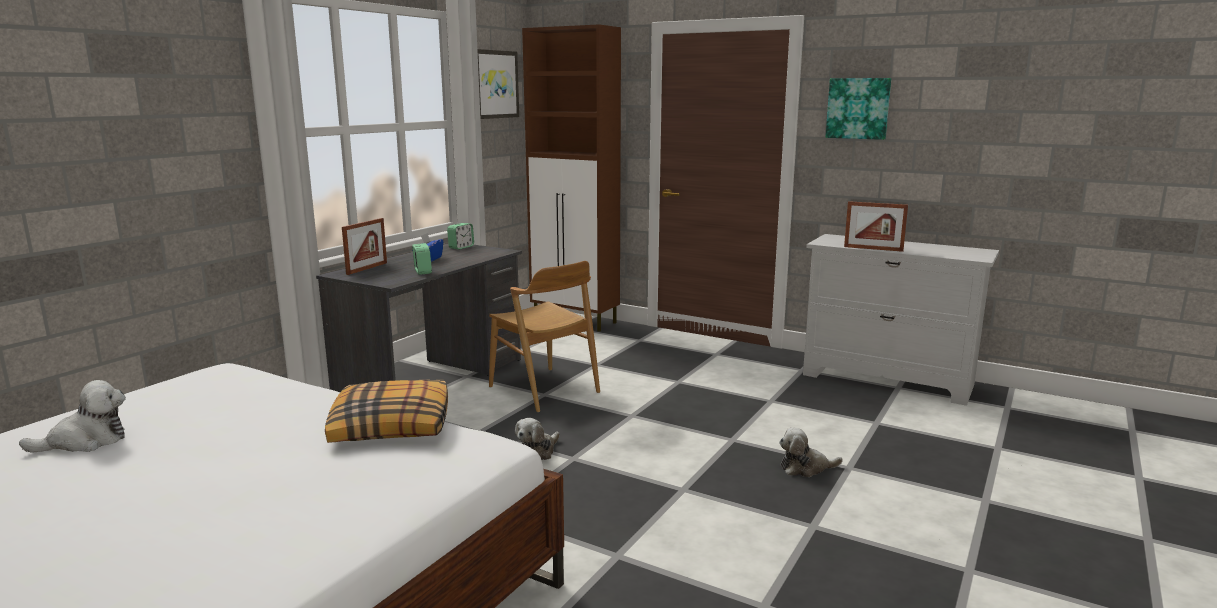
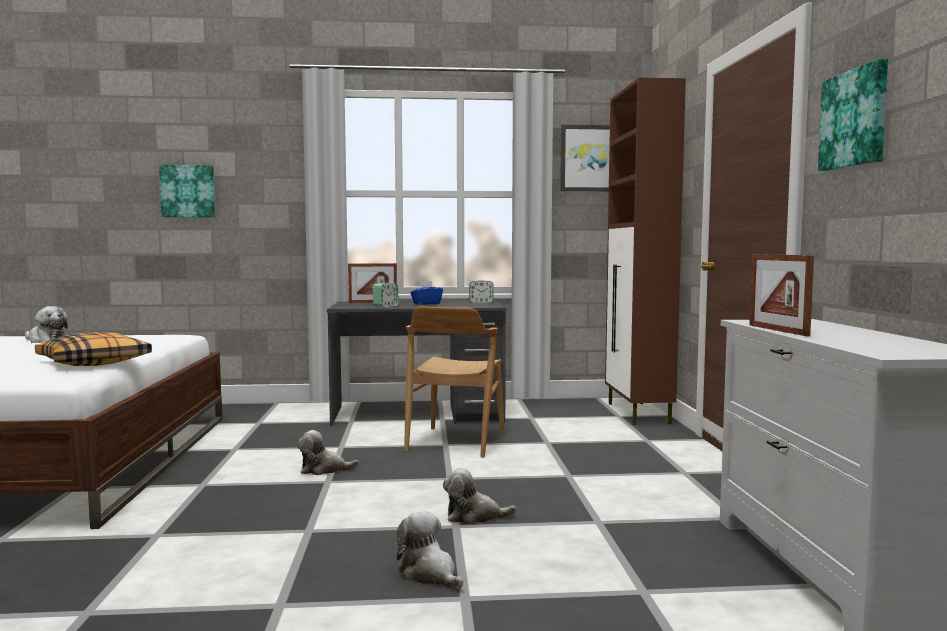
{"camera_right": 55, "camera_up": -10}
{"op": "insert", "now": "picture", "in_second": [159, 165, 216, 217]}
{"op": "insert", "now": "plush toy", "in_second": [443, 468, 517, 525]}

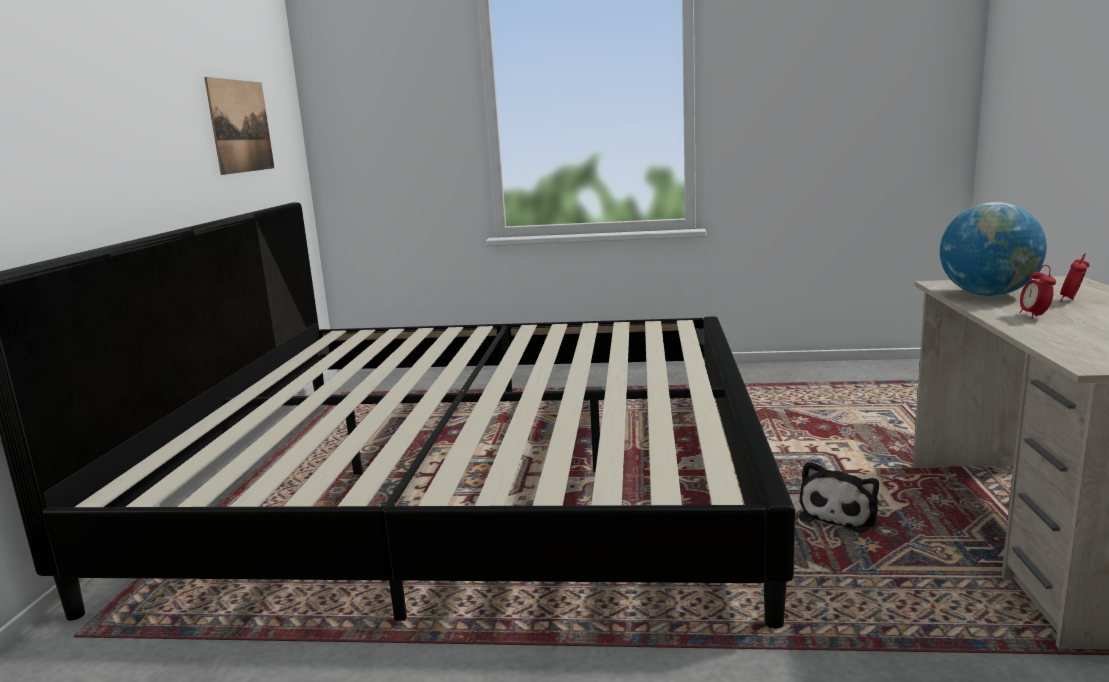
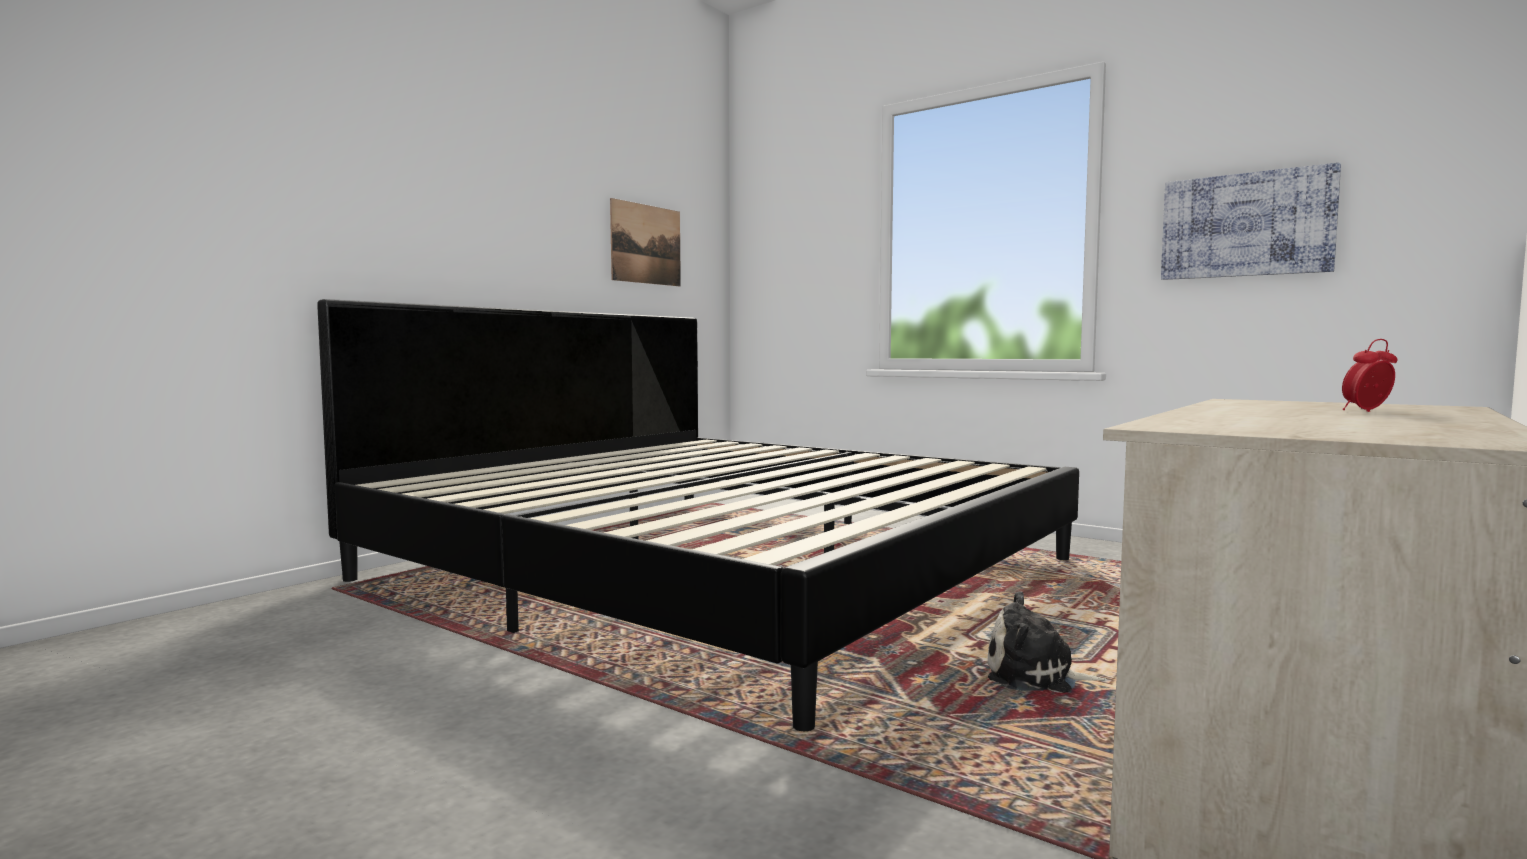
{"camera_right": 30, "camera_up": -10}
{"op": "rotate", "was": "plush toy", "in_first": [799, 461, 879, 532], "in_second": [988, 591, 1107, 693], "clockwise": 45}
{"op": "delete", "was": "globe", "in_first": [940, 202, 1047, 296]}
{"op": "delete", "was": "alarm clock", "in_first": [1019, 265, 1056, 319]}
{"op": "insert", "now": "picture", "in_second": [1161, 162, 1341, 280]}

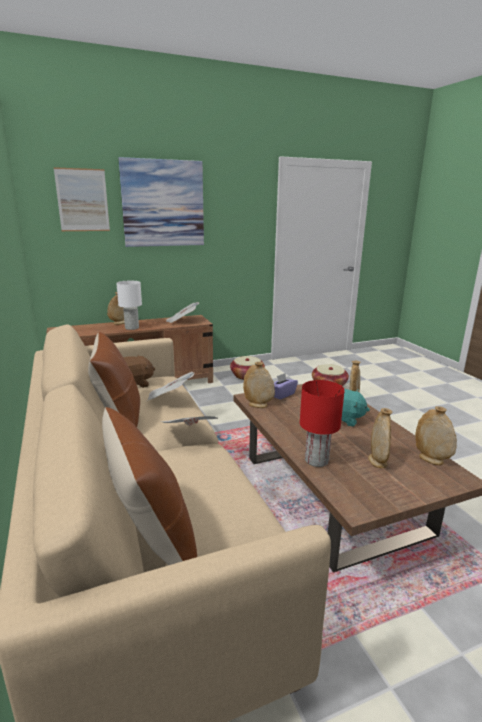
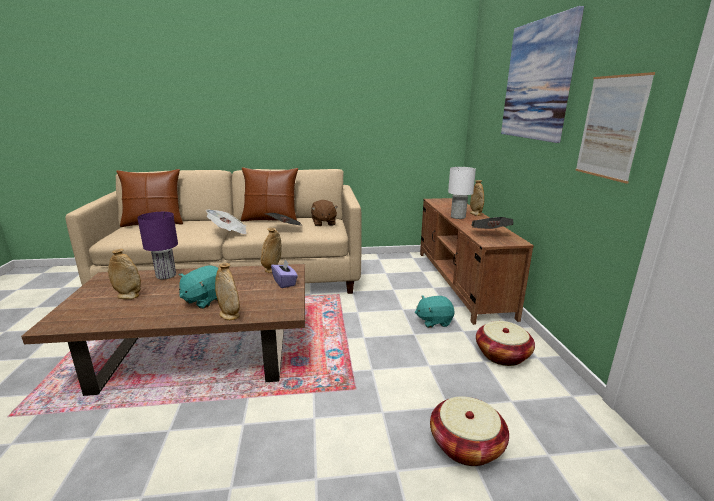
{"camera_right": 105, "camera_up": 0}
{"op": "move", "was": "picture", "in_first": [54, 167, 110, 231], "in_second": [575, 72, 655, 184]}
{"op": "recolor", "was": "red table lamp", "now": "purple table lamp", "in_first": [300, 380, 345, 467], "in_second": [137, 212, 178, 279]}
{"op": "delete", "was": "beige vase", "in_first": [415, 406, 457, 465]}
{"op": "insert", "now": "turquoise plush toy", "in_second": [415, 296, 455, 328]}

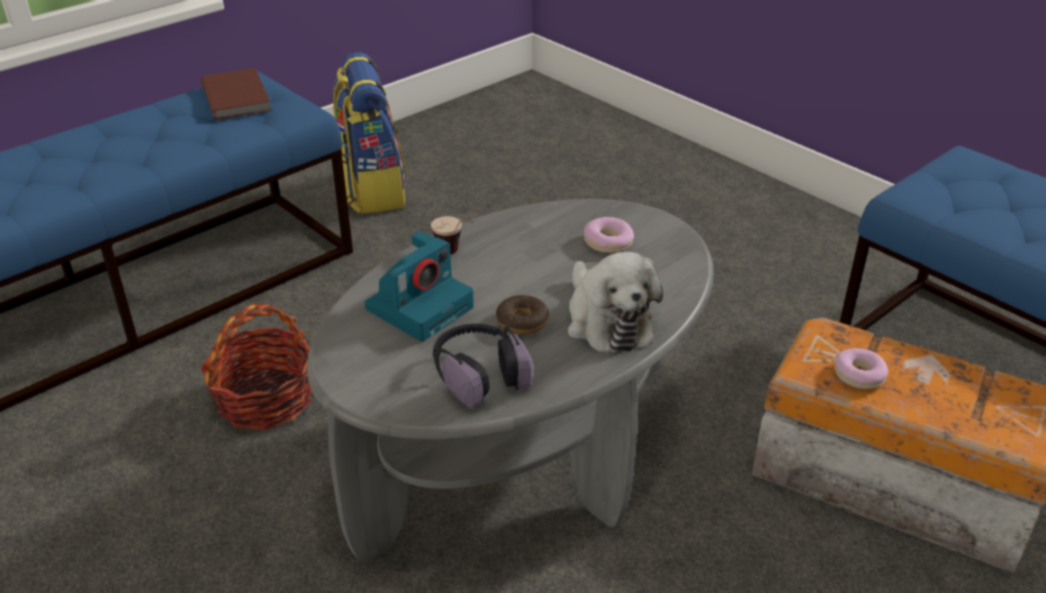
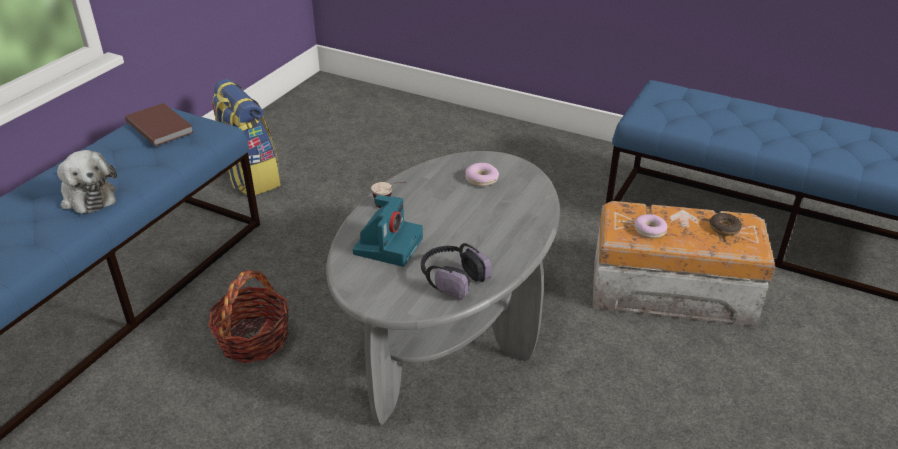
{"camera_right": -20, "camera_up": 0}
{"op": "move", "was": "donut", "in_first": [496, 295, 549, 335], "in_second": [710, 213, 742, 236]}
{"op": "move", "was": "plush toy", "in_first": [568, 252, 663, 354], "in_second": [57, 150, 117, 214]}

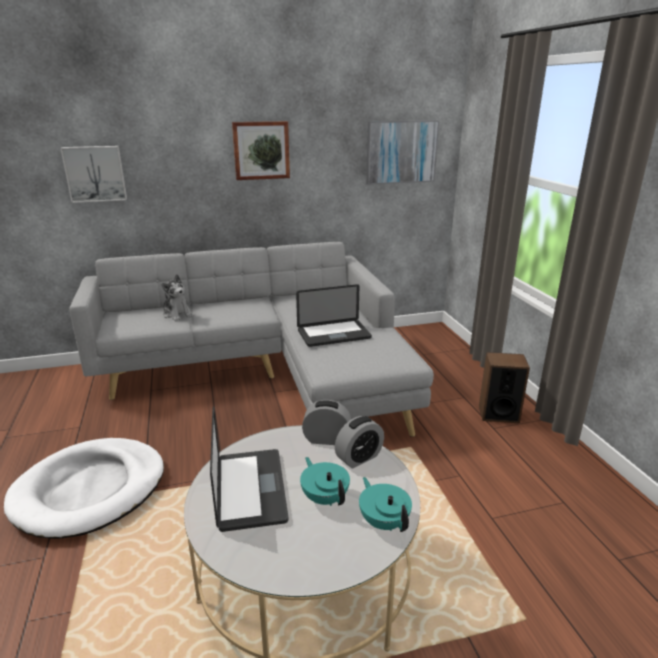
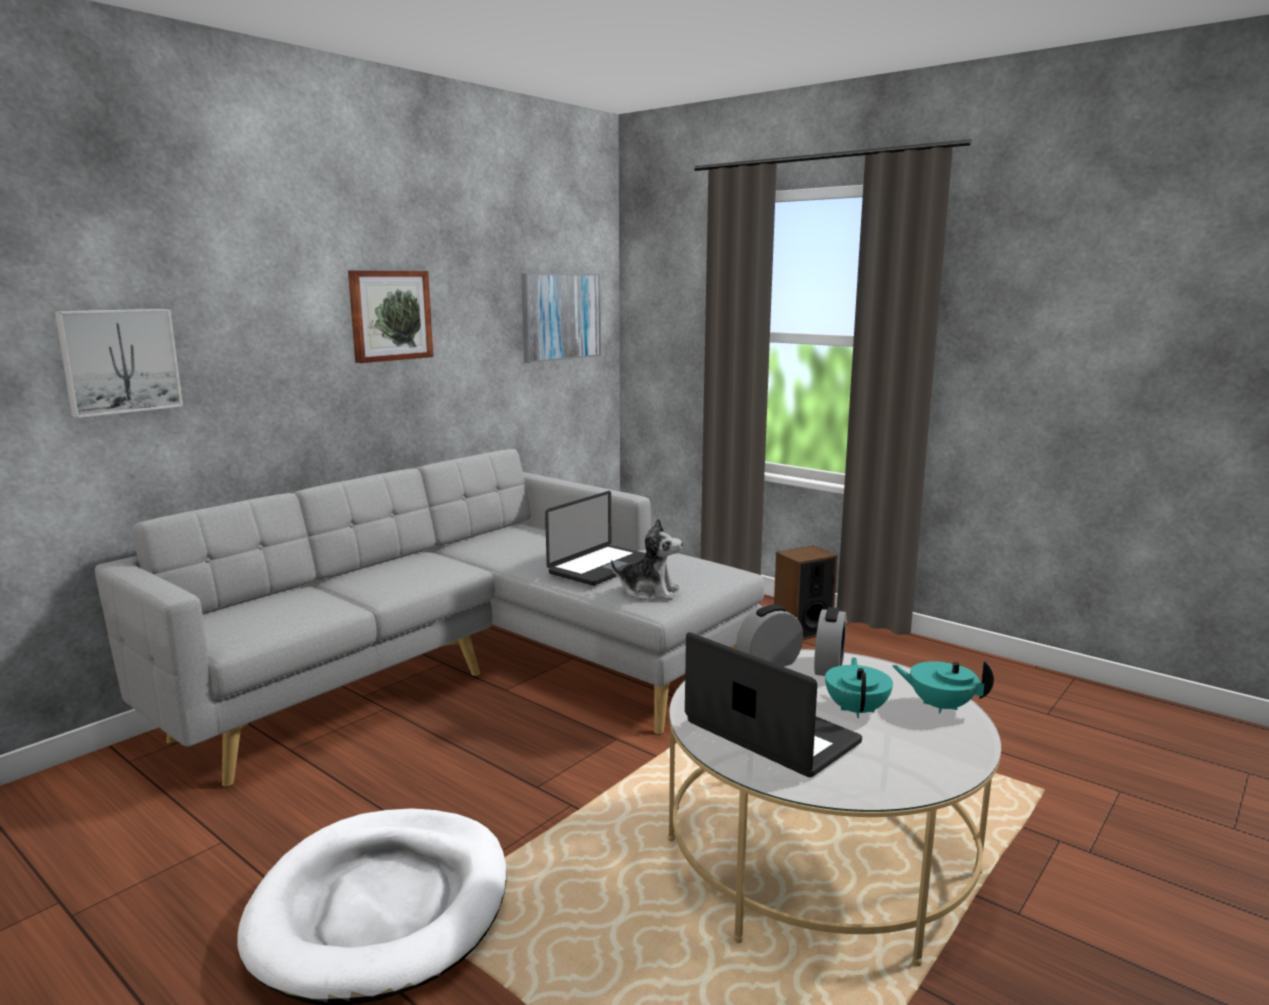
{"camera_right": -35, "camera_up": -10}
{"op": "move", "was": "plush toy", "in_first": [162, 274, 193, 321], "in_second": [611, 518, 683, 600]}
{"op": "rotate", "was": "turquoise teapot", "in_first": [300, 457, 350, 506], "in_second": [825, 657, 893, 718], "clockwise": 75}

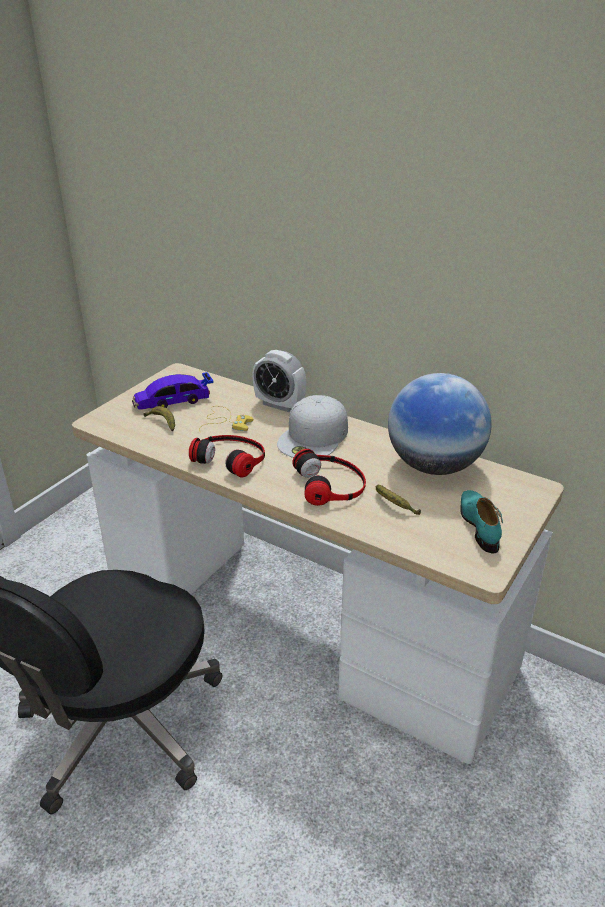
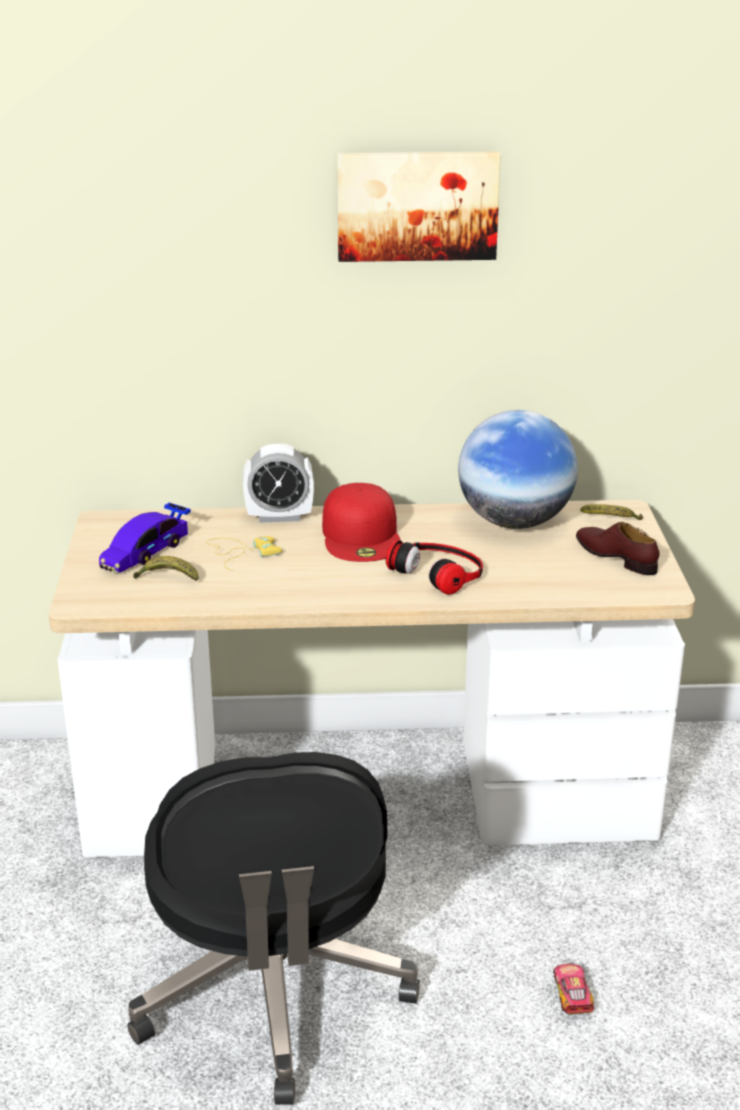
{"camera_right": -35, "camera_up": -5}
{"op": "delete", "was": "headphones", "in_first": [189, 435, 265, 477]}
{"op": "recolor", "was": "white cap", "now": "red cap", "in_first": [277, 395, 348, 458], "in_second": [322, 483, 401, 562]}
{"op": "move", "was": "banana", "in_first": [376, 485, 421, 515], "in_second": [580, 504, 643, 520]}
{"op": "recolor", "was": "turquoise shoe", "now": "brown shoe", "in_first": [460, 490, 503, 553], "in_second": [576, 522, 660, 575]}
{"op": "insert", "now": "picture", "in_second": [337, 152, 501, 262]}
{"op": "insert", "now": "toy car", "in_second": [553, 964, 594, 1014]}

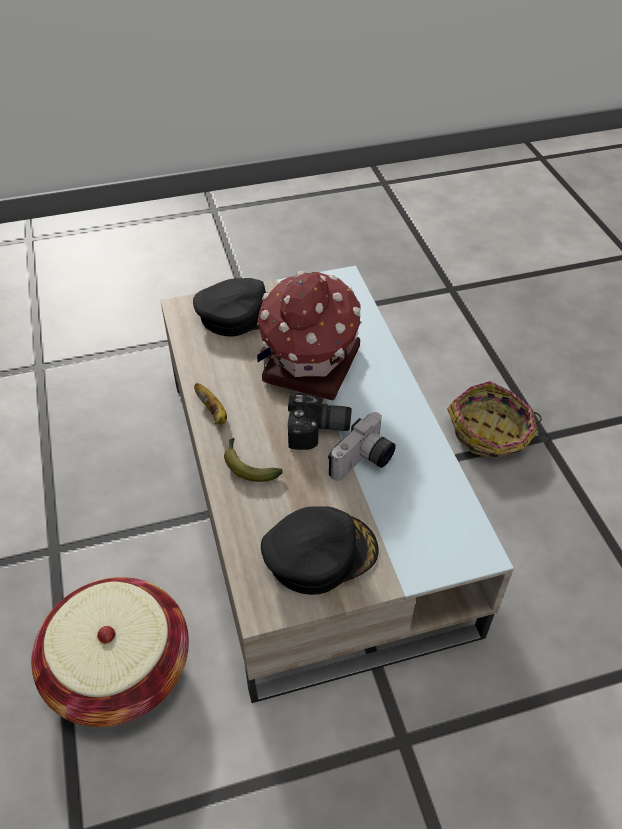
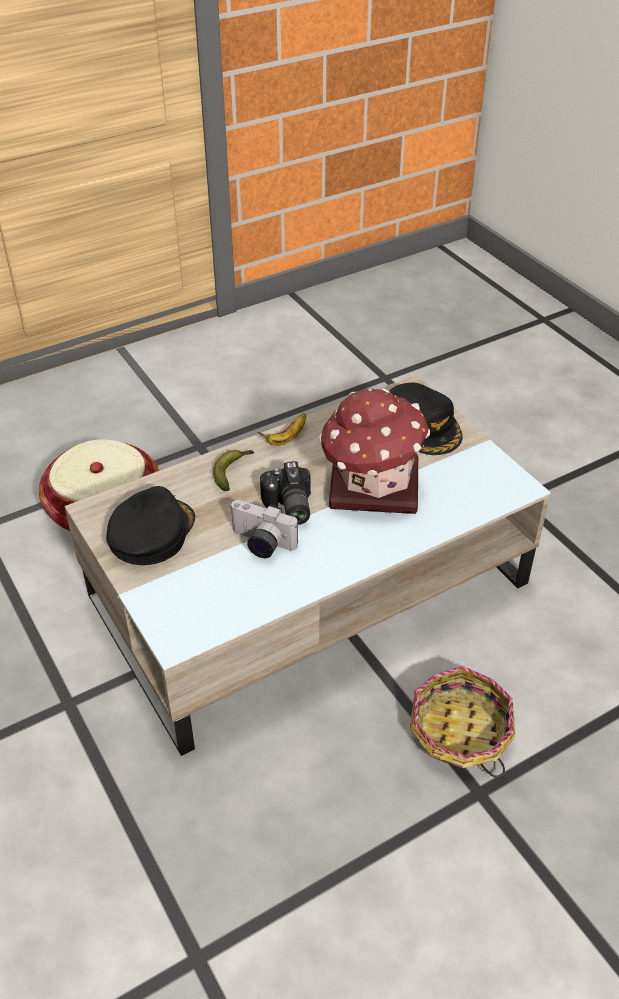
{"camera_right": 75, "camera_up": -5}
{"op": "rotate", "was": "black cap", "in_first": [261, 506, 379, 595], "in_second": [106, 486, 195, 565], "clockwise": -120}

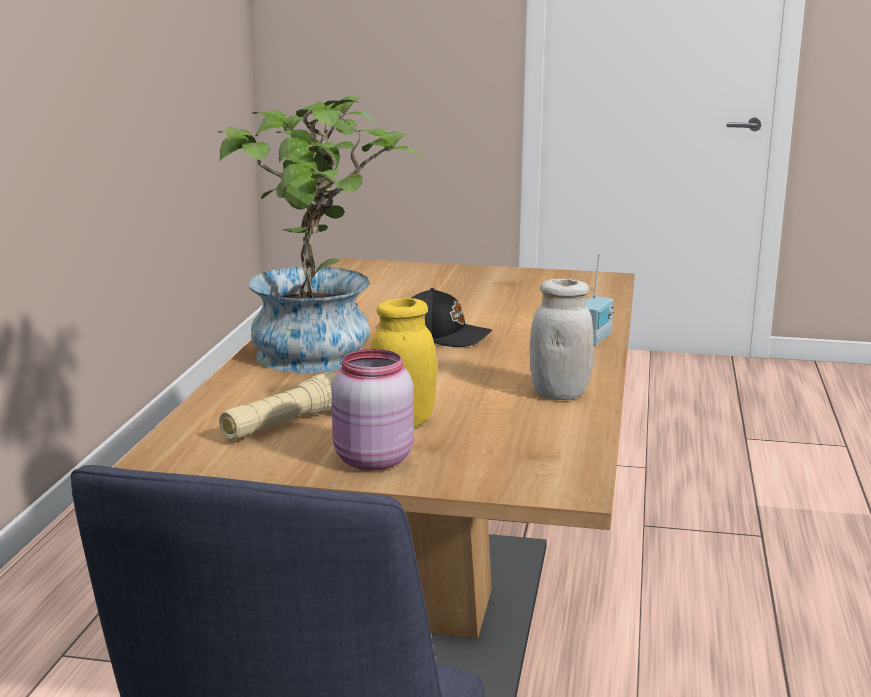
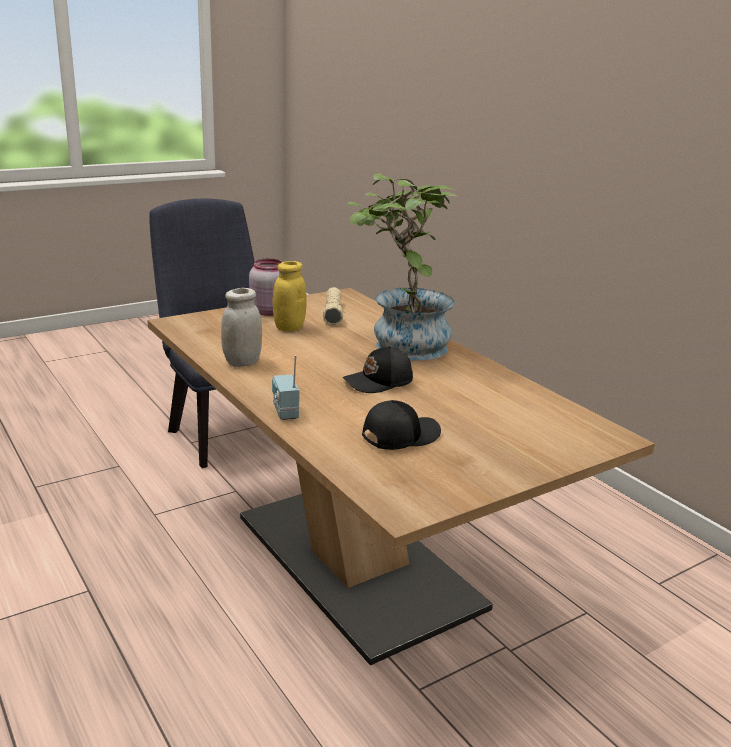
{"camera_right": 135, "camera_up": 5}
{"op": "insert", "now": "black cap", "in_second": [362, 400, 441, 450]}

